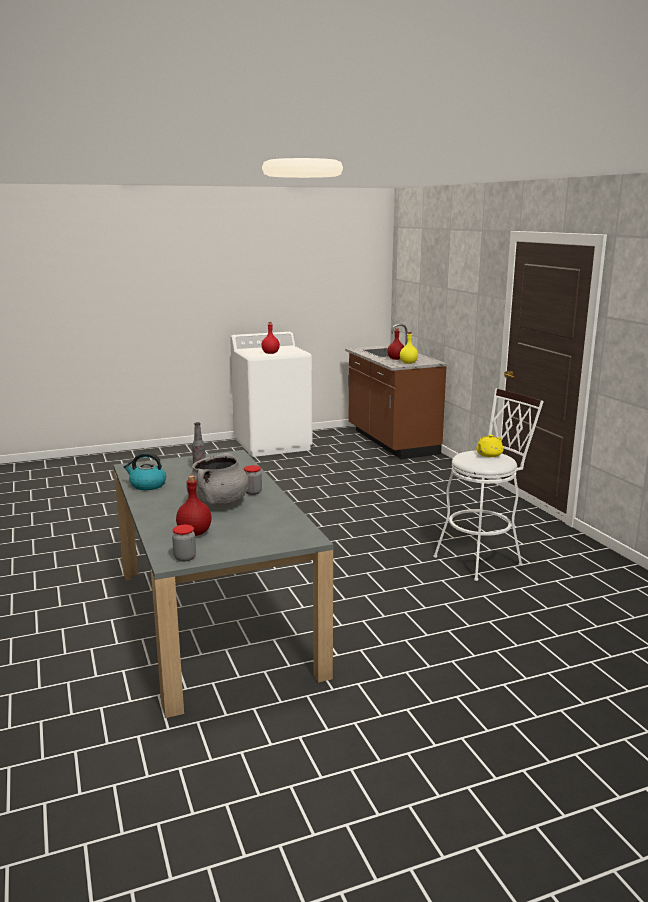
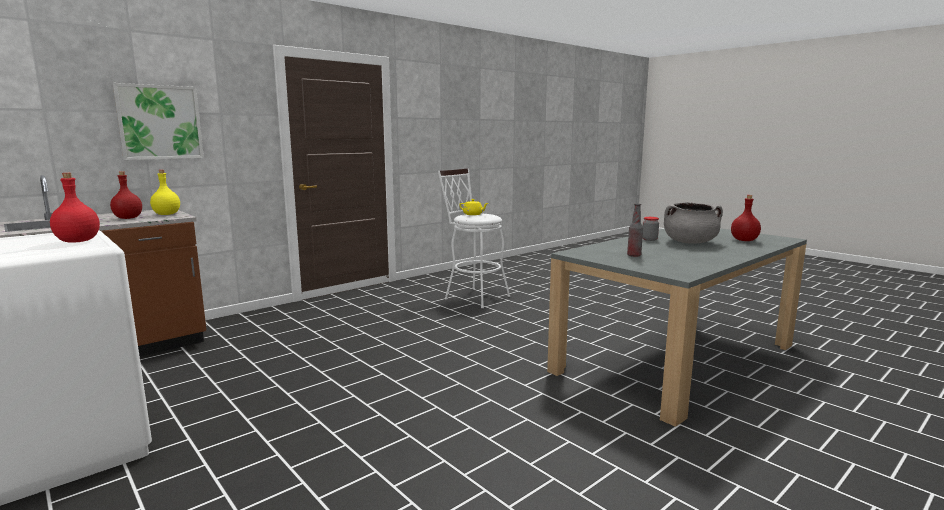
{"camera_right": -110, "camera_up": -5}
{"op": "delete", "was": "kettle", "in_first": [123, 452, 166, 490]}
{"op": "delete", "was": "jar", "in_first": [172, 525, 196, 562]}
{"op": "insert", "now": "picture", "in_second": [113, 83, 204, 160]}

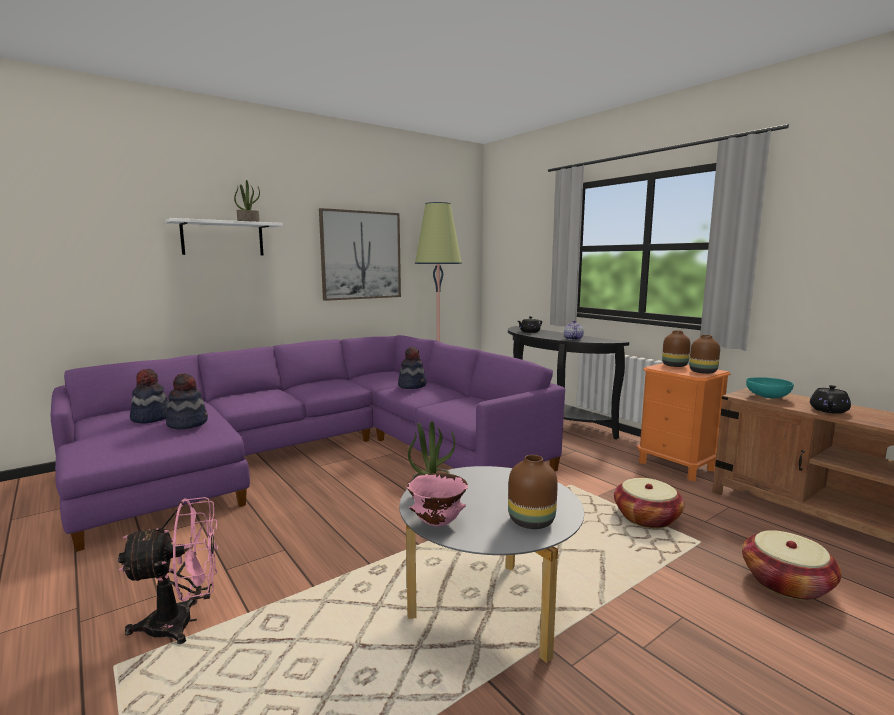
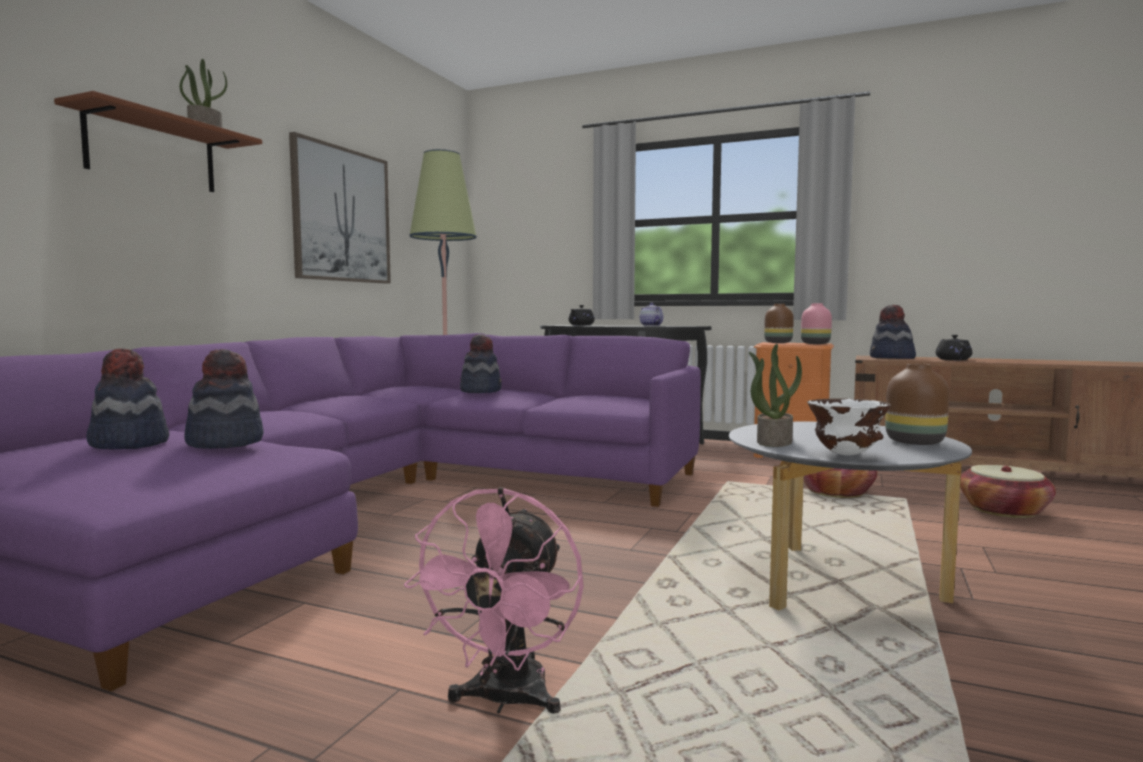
{"camera_right": -30, "camera_up": -5}
{"op": "rotate", "was": "pink fan", "in_first": [118, 497, 218, 644], "in_second": [404, 487, 584, 714], "clockwise": 150}
{"op": "recolor", "was": "white shelf", "now": "brown shelf", "in_first": [165, 218, 283, 255], "in_second": [54, 91, 262, 192]}
{"op": "recolor", "was": "pink bowl", "now": "white bowl", "in_first": [407, 473, 468, 527], "in_second": [807, 398, 891, 455]}
{"op": "recolor", "was": "brown vase", "now": "pink vase", "in_first": [689, 335, 720, 374], "in_second": [801, 303, 832, 344]}
{"op": "replace", "was": "turquoise bowl", "now": "hat", "in_first": [746, 377, 794, 398], "in_second": [870, 305, 916, 359]}

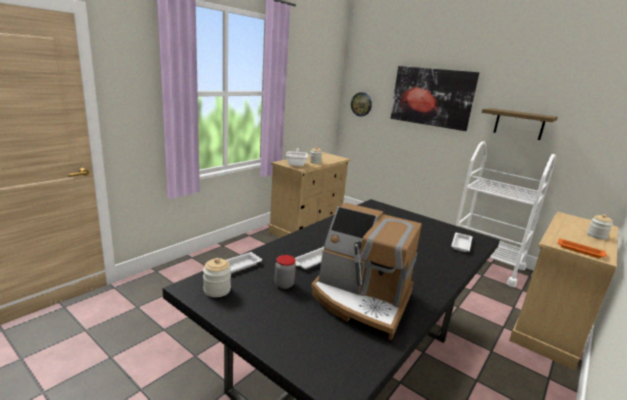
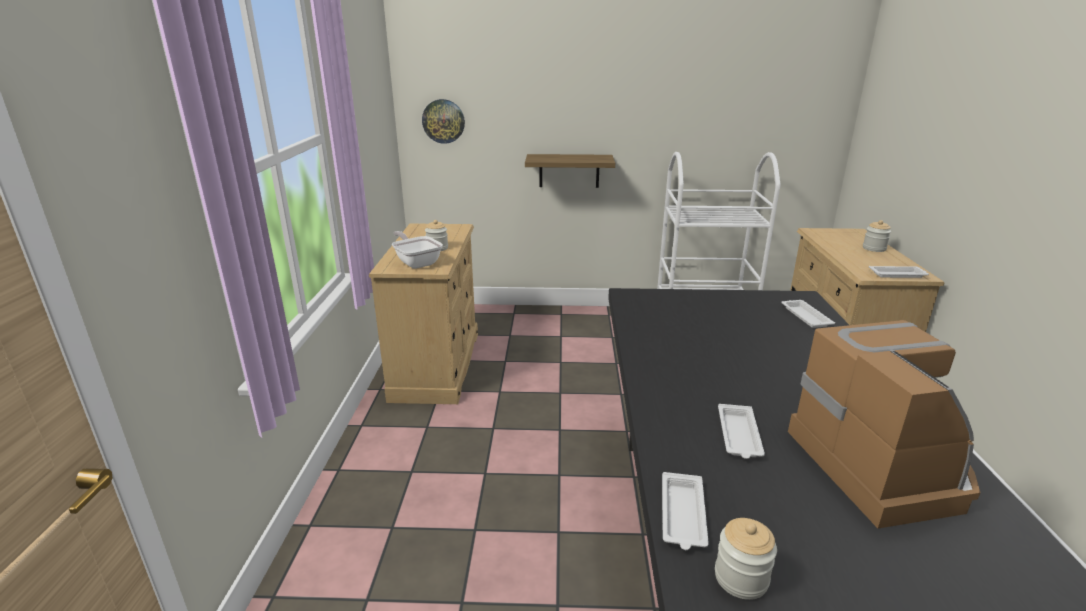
{"camera_right": -35, "camera_up": 5}
{"op": "delete", "was": "jar", "in_first": [275, 255, 296, 289]}
{"op": "rotate", "was": "coffee machine", "in_first": [311, 203, 422, 340], "in_second": [788, 320, 980, 528], "clockwise": -90}
{"op": "delete", "was": "picture", "in_first": [390, 66, 479, 131]}
{"op": "move", "was": "shelf", "in_first": [482, 108, 558, 140], "in_second": [525, 154, 615, 188]}
{"op": "recolor", "was": "orange tray", "now": "white tray", "in_first": [557, 238, 608, 258], "in_second": [869, 266, 929, 278]}

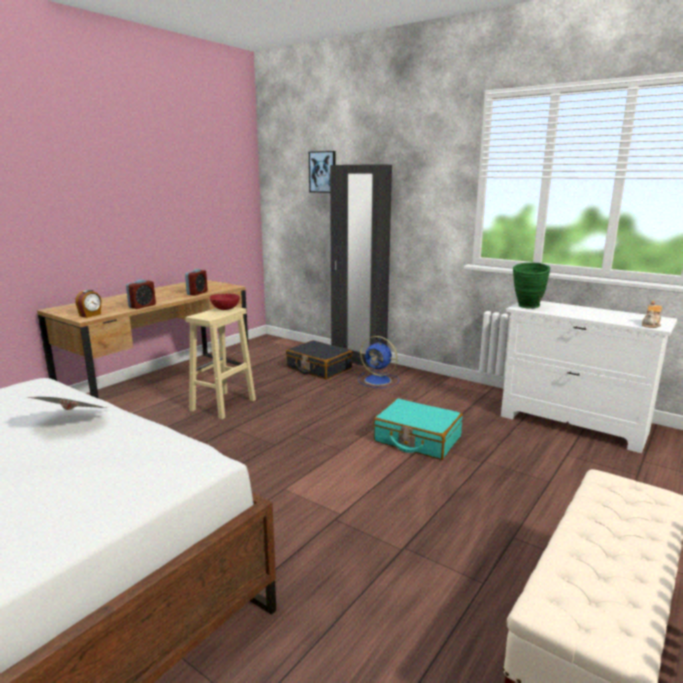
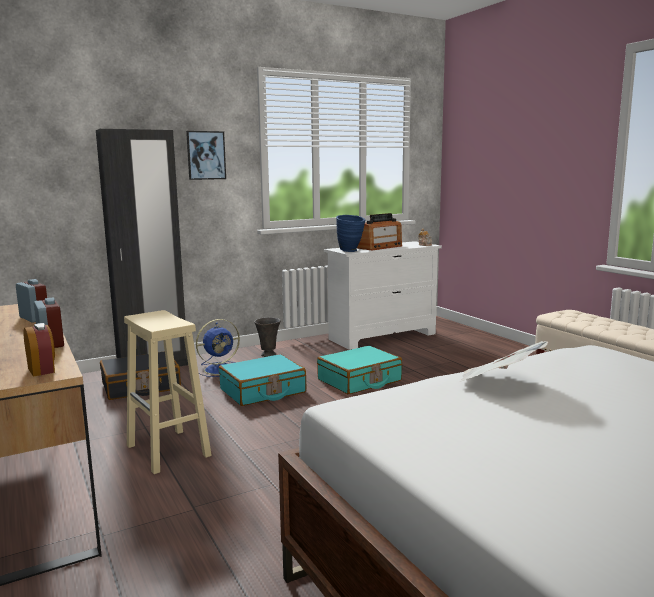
{"camera_right": -65, "camera_up": -5}
{"op": "delete", "was": "red bowl", "in_first": [209, 294, 240, 310]}
{"op": "move", "was": "picture", "in_first": [309, 151, 336, 193], "in_second": [186, 131, 226, 180]}
{"op": "recolor", "was": "green vase", "now": "blue vase", "in_first": [513, 263, 550, 309], "in_second": [336, 215, 365, 252]}
{"op": "insert", "now": "turquoise suitcase", "in_second": [219, 354, 306, 406]}
{"op": "insert", "now": "grey vase", "in_second": [254, 317, 281, 357]}
{"op": "insert", "now": "radio", "in_second": [357, 213, 402, 250]}

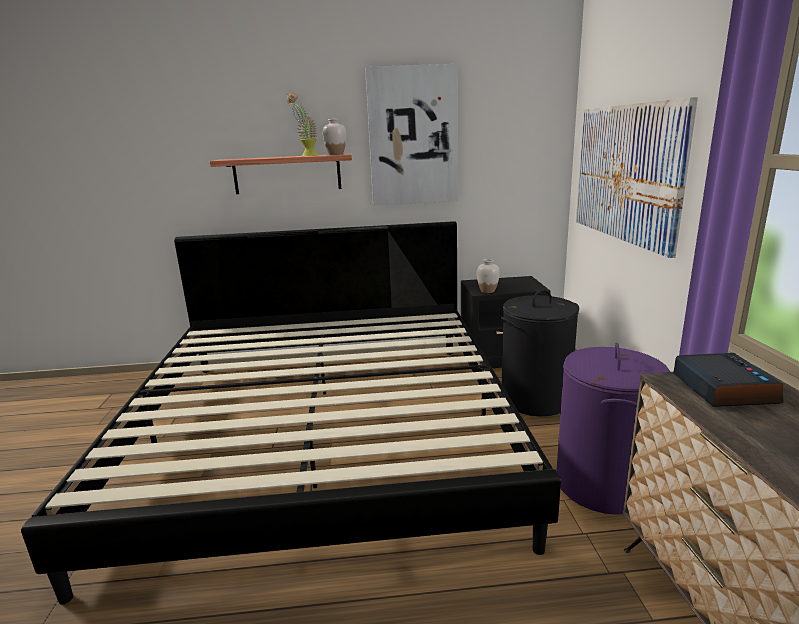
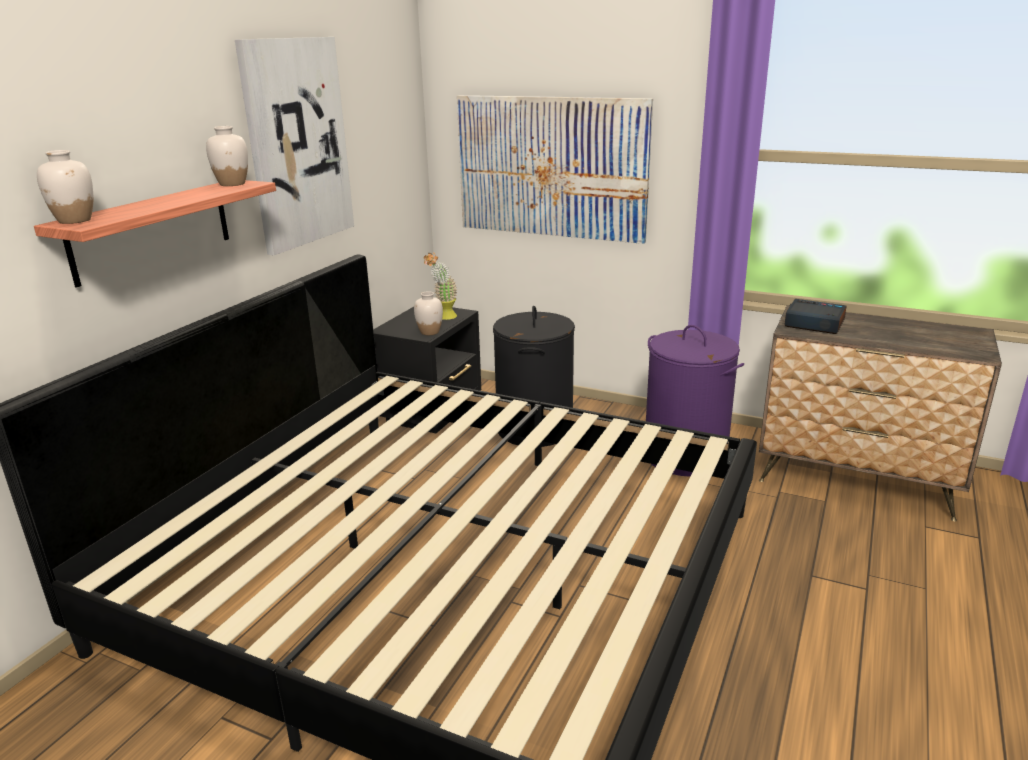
{"camera_right": -60, "camera_up": 5}
{"op": "move", "was": "potted plant", "in_first": [287, 92, 318, 156], "in_second": [424, 252, 458, 320]}
{"op": "insert", "now": "white vase", "in_second": [37, 150, 93, 224]}

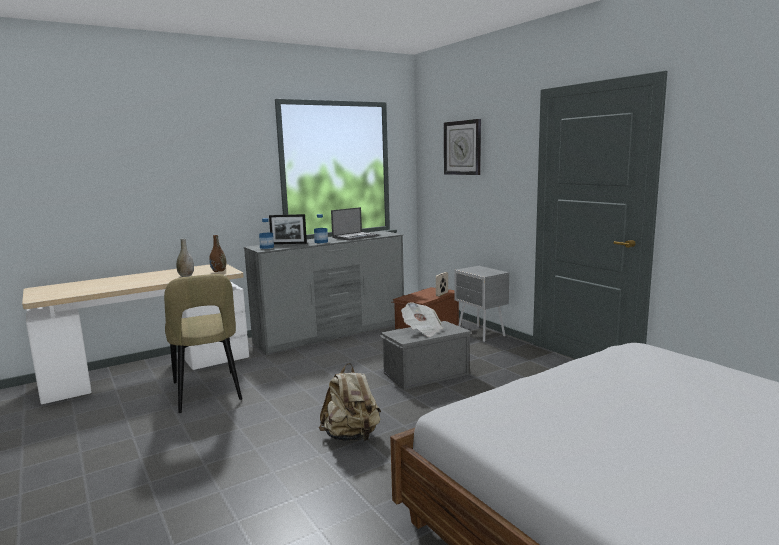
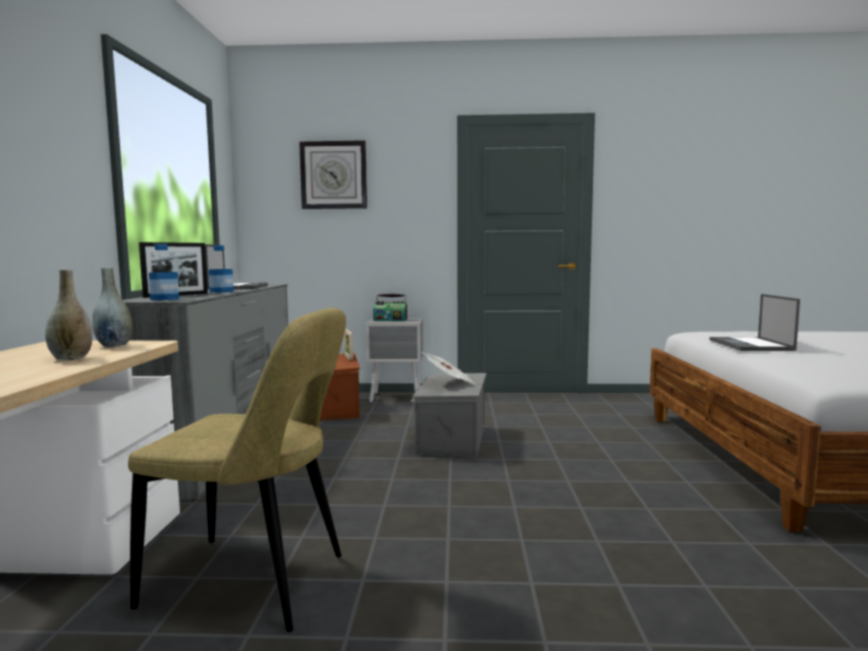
{"camera_right": -55, "camera_up": -5}
{"op": "recolor", "was": "brown vase", "now": "grey vase", "in_first": [209, 235, 226, 272], "in_second": [92, 268, 133, 347]}
{"op": "delete", "was": "beige backpack", "in_first": [319, 363, 381, 441]}
{"op": "insert", "now": "radio", "in_second": [373, 294, 407, 321]}
{"op": "insert", "now": "laptop", "in_second": [709, 294, 800, 351]}

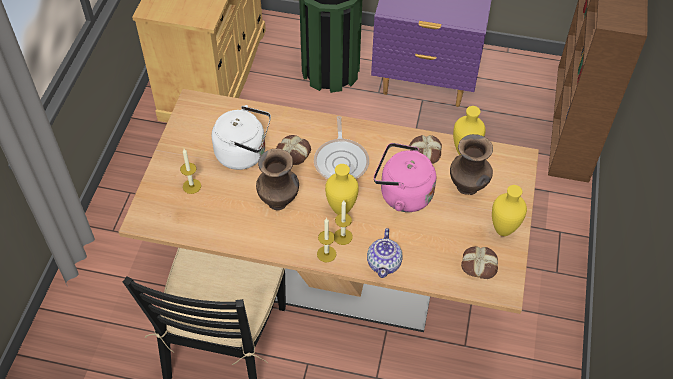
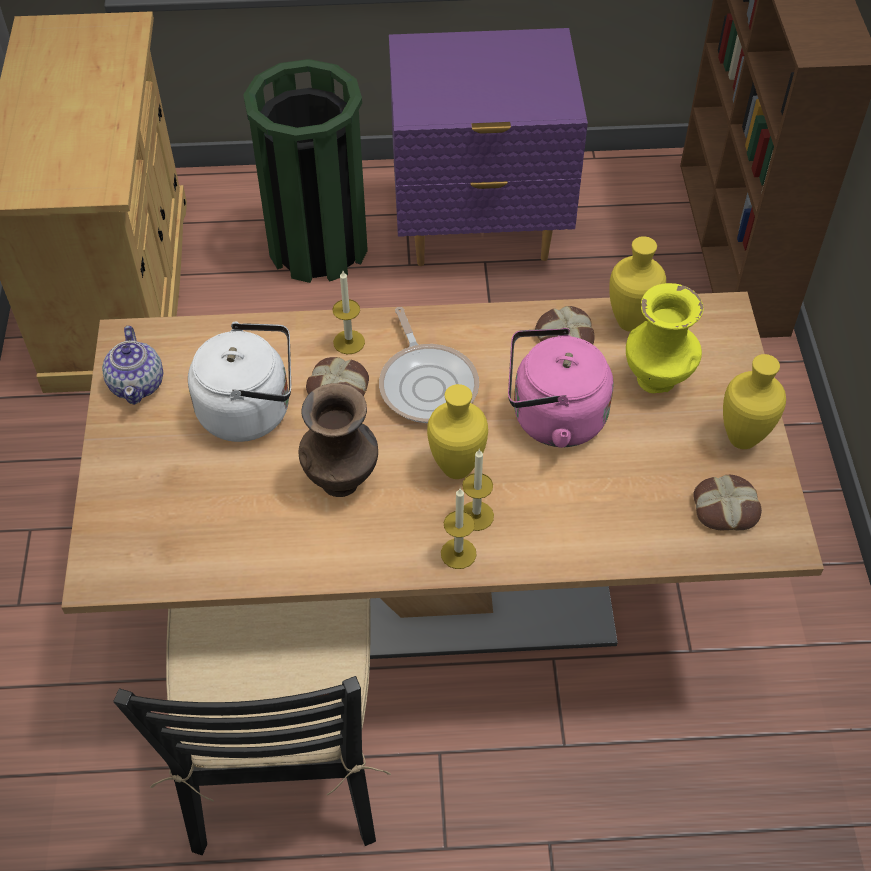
{"camera_right": -15, "camera_up": 0}
{"op": "move", "was": "candle", "in_first": [180, 149, 201, 194], "in_second": [332, 271, 365, 354]}
{"op": "move", "was": "teapot", "in_first": [367, 228, 403, 278], "in_second": [102, 326, 163, 405]}
{"op": "recolor", "was": "brown vase", "now": "yellow vase", "in_first": [450, 134, 493, 195], "in_second": [626, 283, 703, 393]}

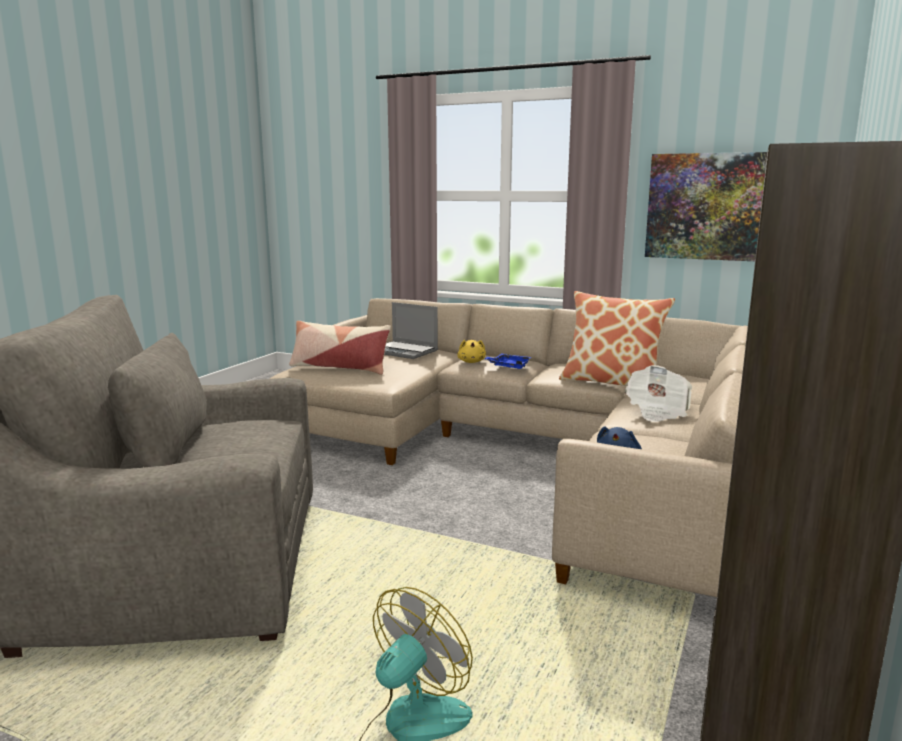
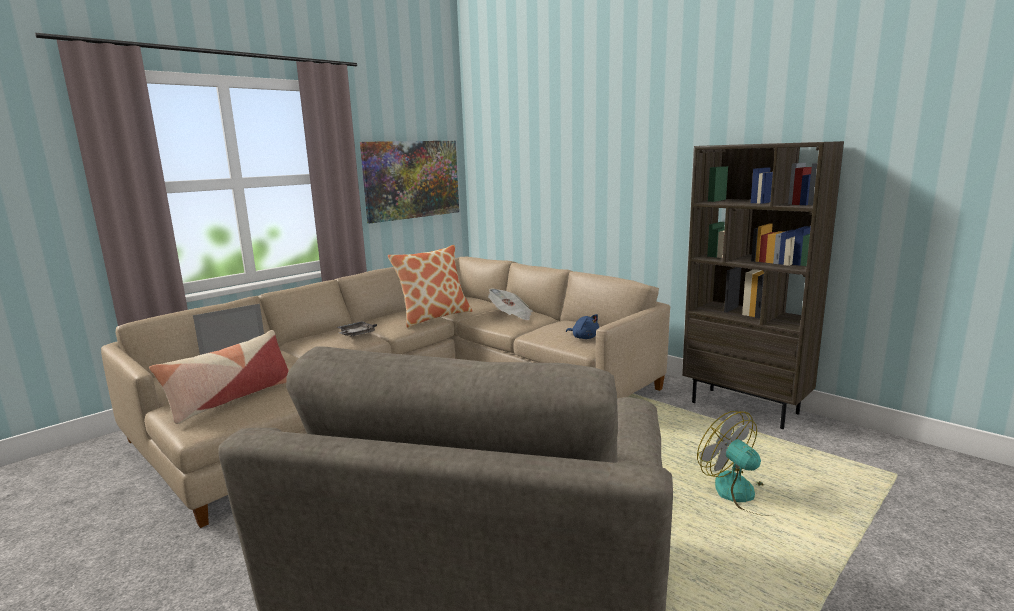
{"camera_right": -70, "camera_up": 0}
{"op": "delete", "was": "yellow plush toy", "in_first": [457, 340, 486, 363]}
{"op": "recolor", "was": "blue tray", "now": "grey tray", "in_first": [485, 353, 532, 369], "in_second": [337, 321, 377, 336]}

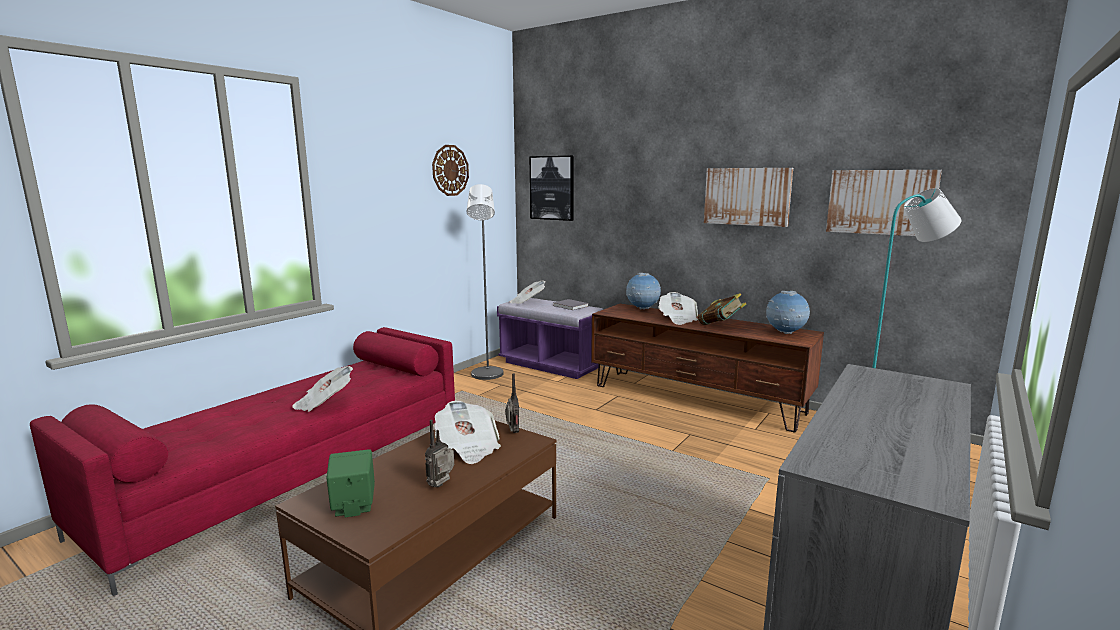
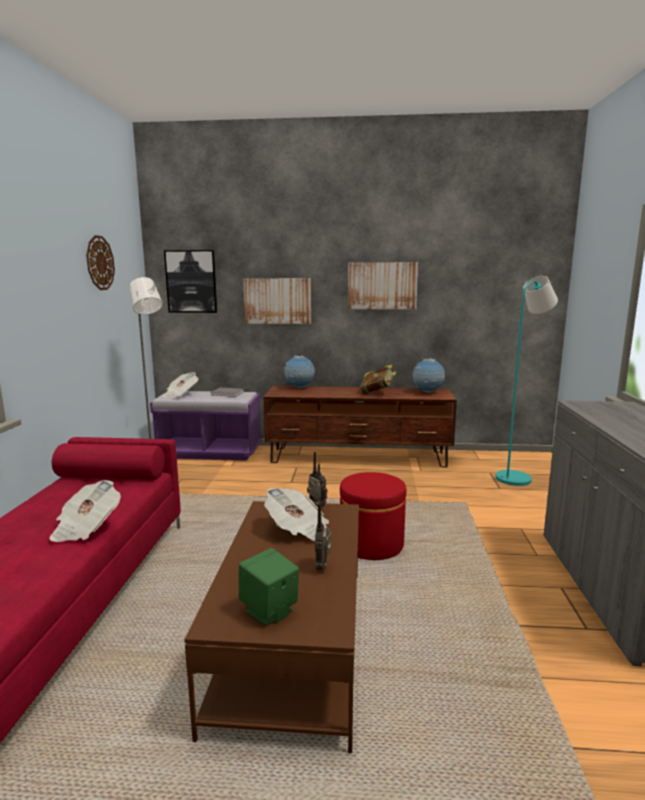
{"camera_right": -30, "camera_up": 0}
{"op": "delete", "was": "newspaper", "in_first": [658, 292, 698, 325]}
{"op": "move", "was": "picture", "in_first": [826, 170, 942, 236], "in_second": [243, 278, 311, 324]}
{"op": "insert", "now": "red ottoman", "in_second": [340, 472, 406, 560]}

